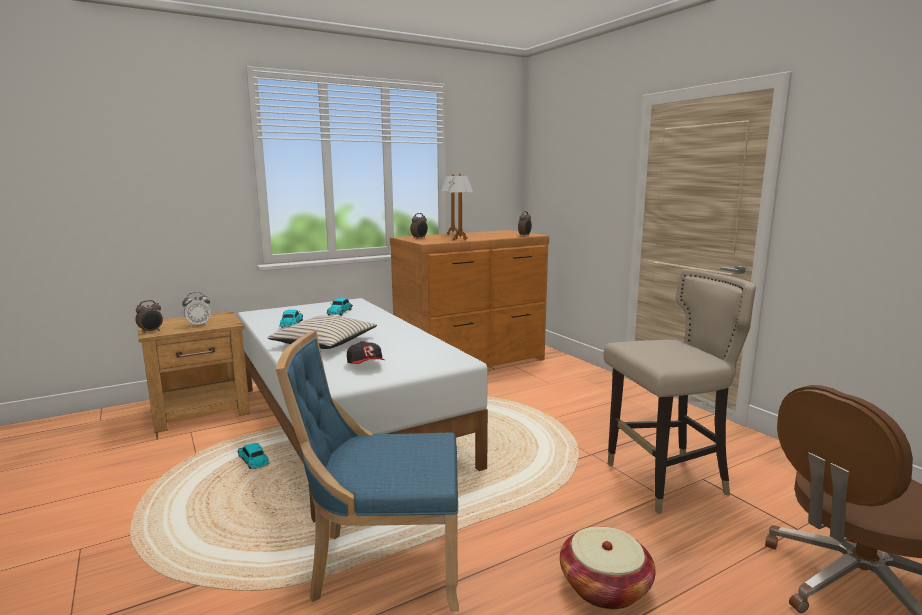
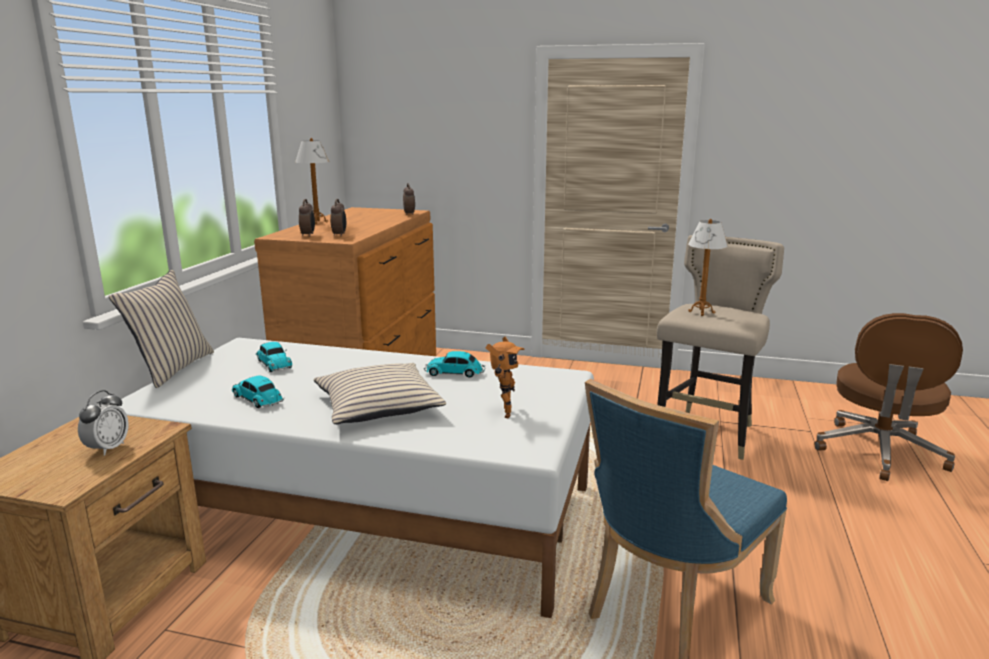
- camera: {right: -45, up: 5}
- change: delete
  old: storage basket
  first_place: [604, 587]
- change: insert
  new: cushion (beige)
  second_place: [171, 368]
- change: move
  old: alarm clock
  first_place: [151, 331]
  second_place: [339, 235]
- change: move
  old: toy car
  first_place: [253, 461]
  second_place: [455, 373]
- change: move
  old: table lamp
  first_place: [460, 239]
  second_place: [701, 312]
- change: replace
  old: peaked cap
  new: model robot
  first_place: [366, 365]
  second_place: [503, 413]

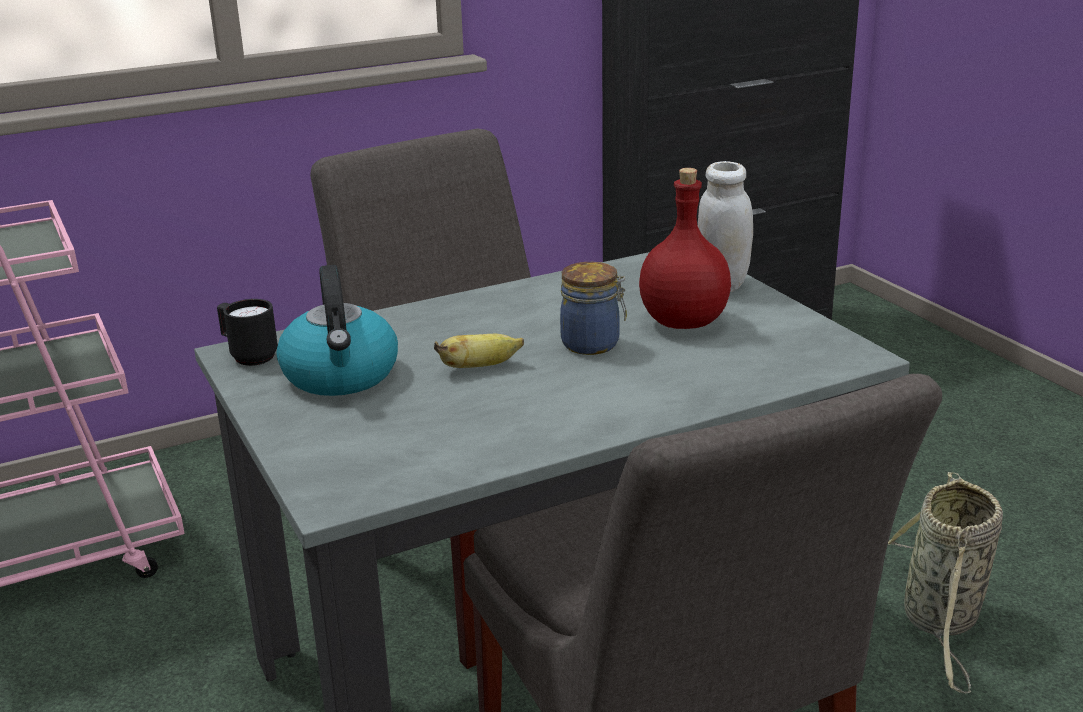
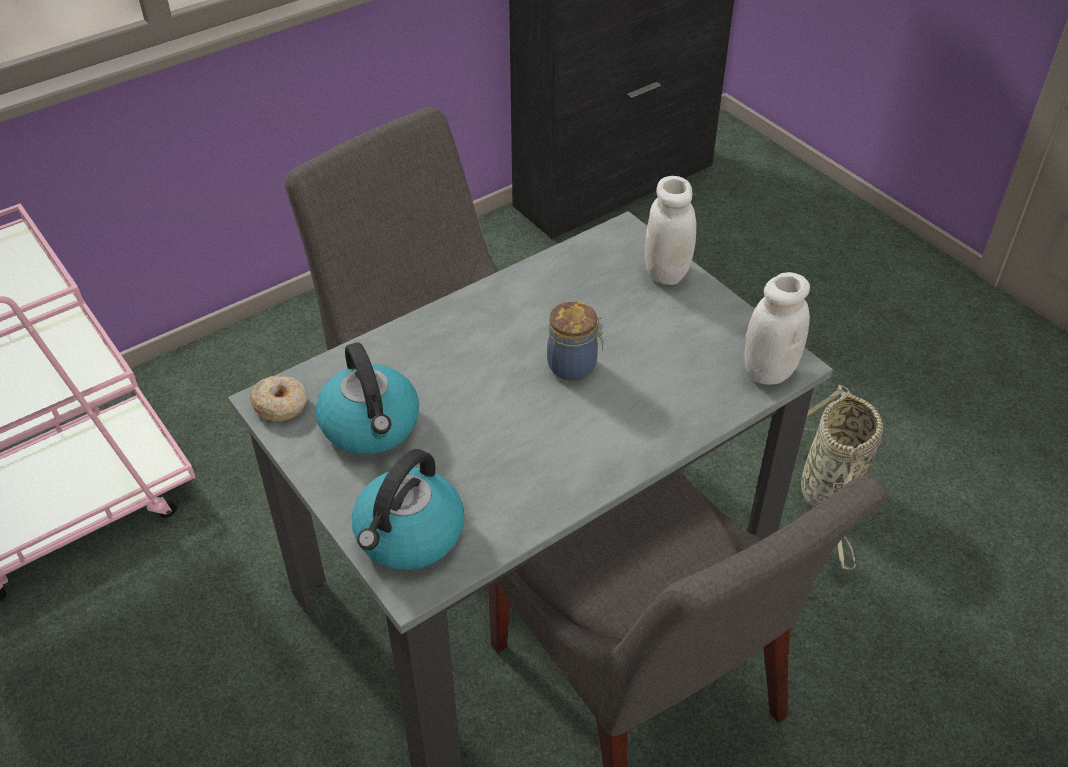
- camera: {right: -10, up: 20}
- change: delete
  old: banana fruit
  first_place: [480, 367]
- change: delete
  old: beverage bottle (reddish)
  first_place: [683, 323]
- change: insert
  new: kettle
  second_place: [409, 535]
- change: insert
  new: preserve jar (white)
  second_place: [769, 371]
- change: replace
  old: mug (black)
  new: ring doughnut
  first_place: [249, 356]
  second_place: [281, 405]

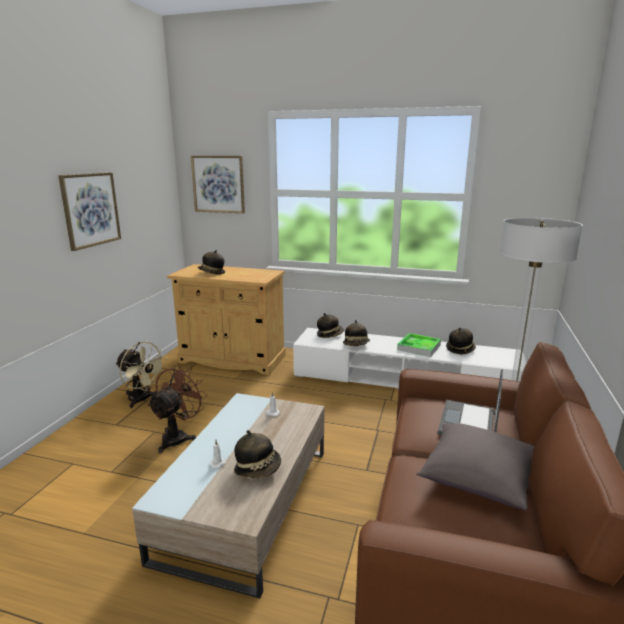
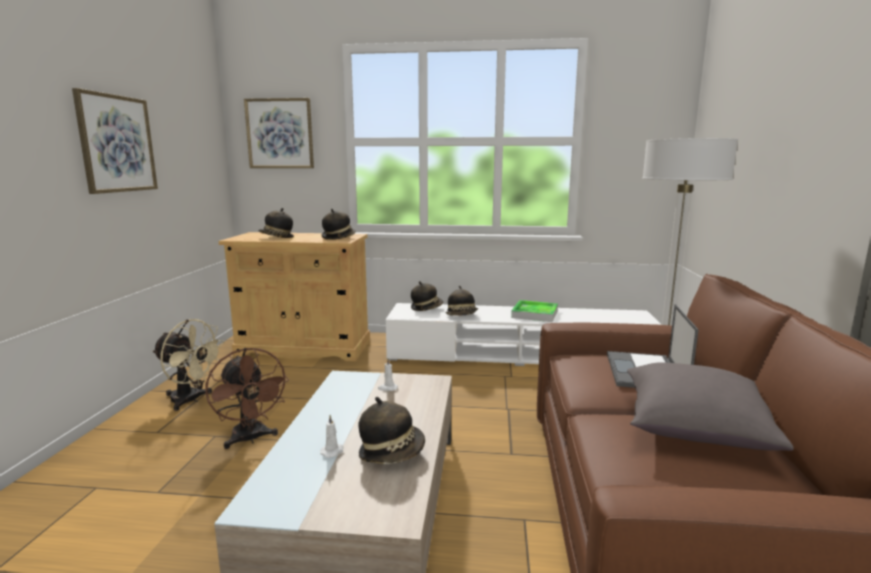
- camera: {right: -10, up: -5}
- change: move
  old: hat
  first_place: [460, 349]
  second_place: [338, 237]
- change: rotate
  old: cooling fan (brown-coloured)
  first_place: [178, 437]
  second_place: [250, 439]
  degrees: 135

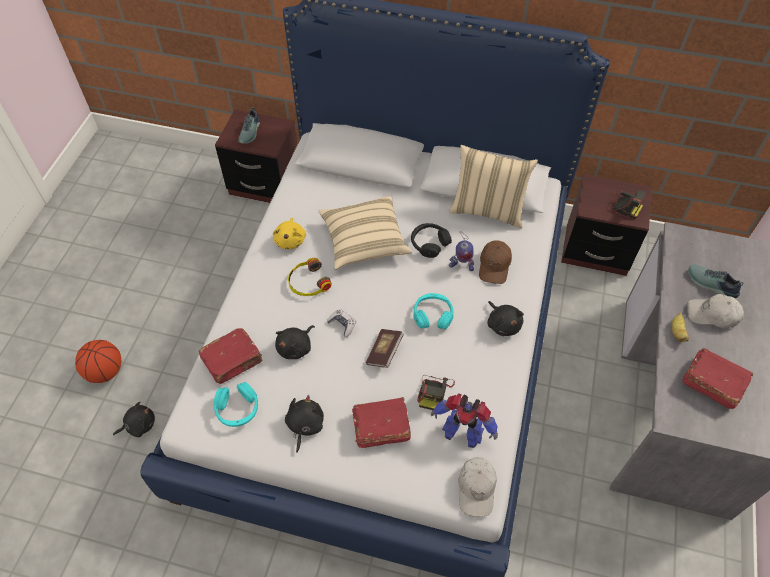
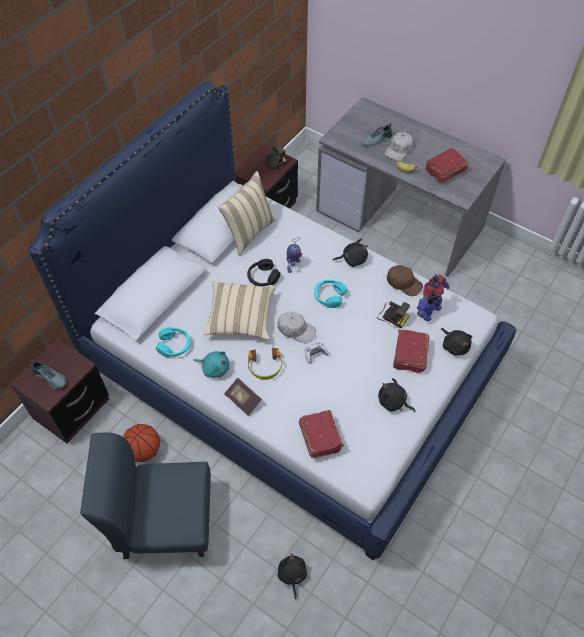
- camera: {right: -70, up: 0}
- change: insert
  new: plain chair (blue)
  second_place: [164, 521]
- change: move
  old: basketball
  first_place: [105, 371]
  second_place: [144, 451]
- change: move
  old: headphones (turquoise-coloured)
  first_place: [237, 409]
  second_place: [174, 345]
- change: move
  old: plush toy (black)
  first_place: [296, 347]
  second_place: [454, 346]
- change: move
  old: volume
  first_place: [384, 352]
  second_place: [243, 400]
- change: move
  old: peaked cap (white)
  first_place: [476, 488]
  second_place: [296, 330]
- change: move
  old: peaked cap (brown-coloured)
  first_place: [494, 266]
  second_place: [403, 283]
- change: recolor
  old: plush toy (yellow-coloured)
  new: plush toy (turquoise-coloured)
  first_place: [290, 240]
  second_place: [214, 368]

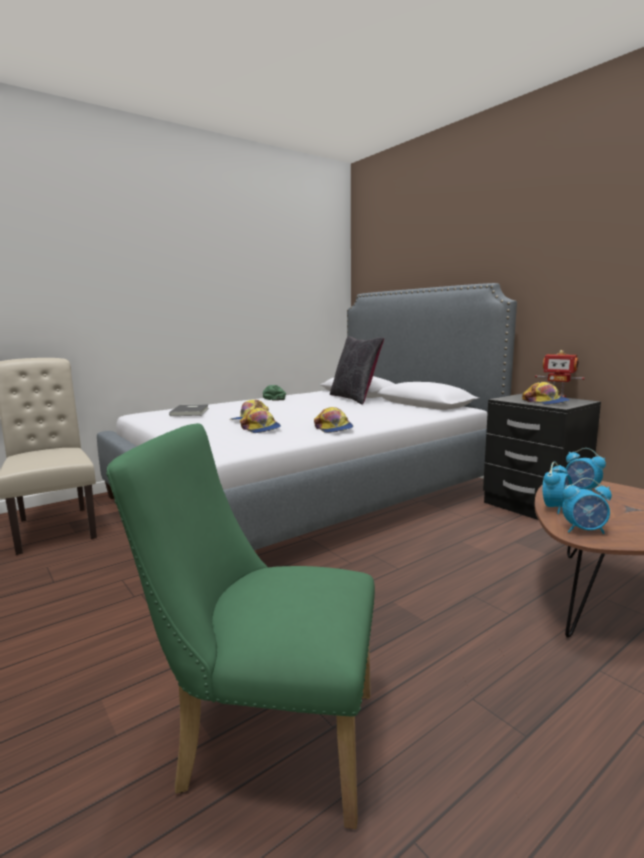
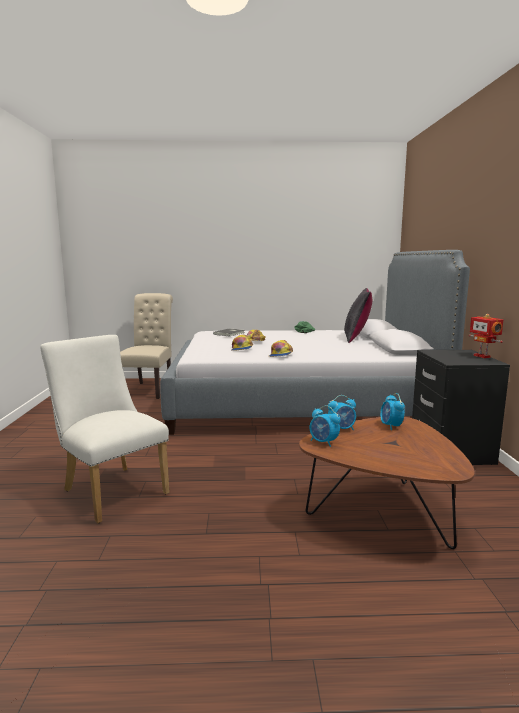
- camera: {right: 35, up: 0}
- change: delete
  old: peaked cap
  first_place: [545, 402]
- change: recolor
  old: plain chair (green)
  new: plain chair (white)
  first_place: [265, 739]
  second_place: [111, 490]

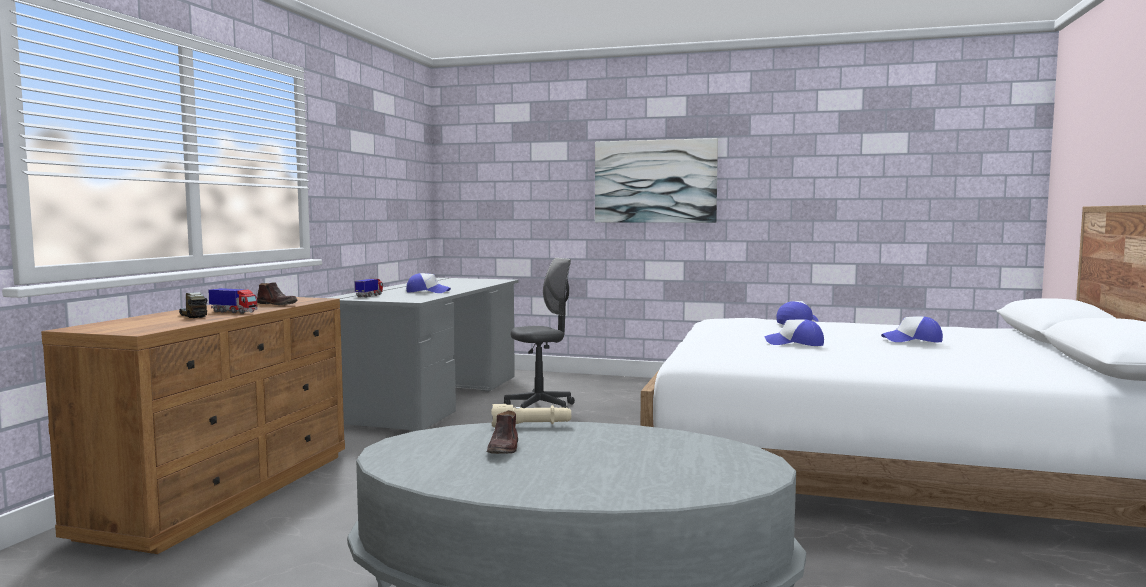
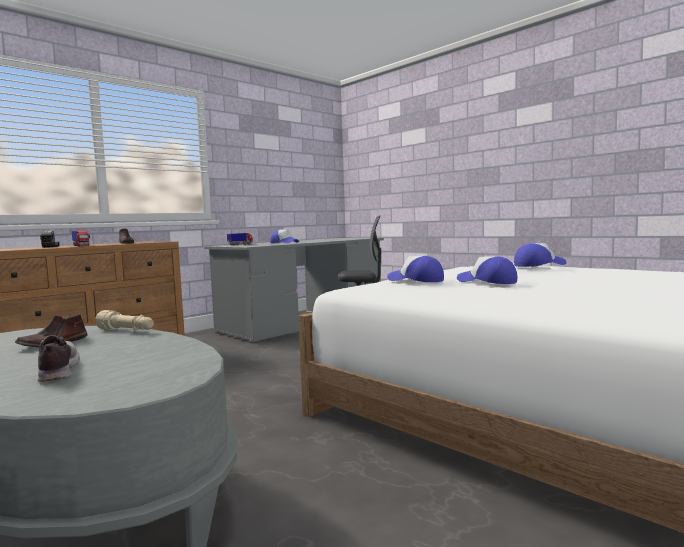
- camera: {right: 30, up: 0}
- change: delete
  old: picture
  first_place: [655, 181]
- change: insert
  new: shoe
  second_place: [57, 371]
- change: move
  old: peaked cap
  first_place: [912, 340]
  second_place: [415, 280]

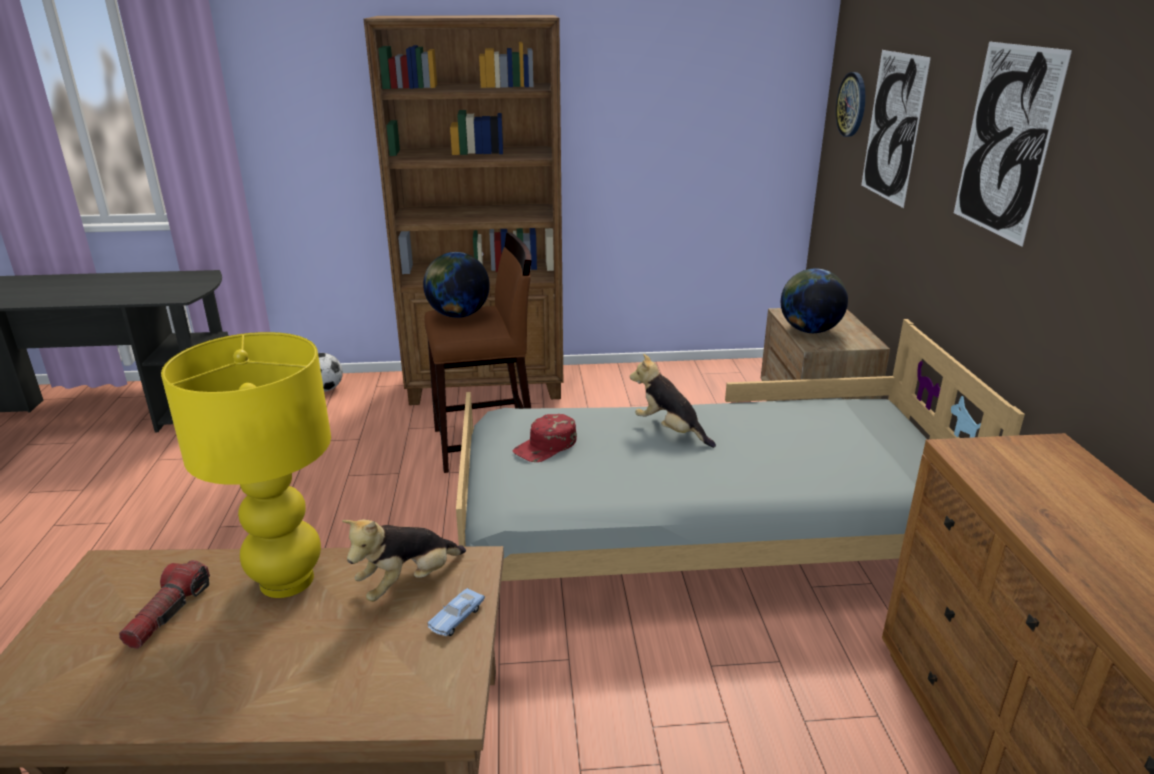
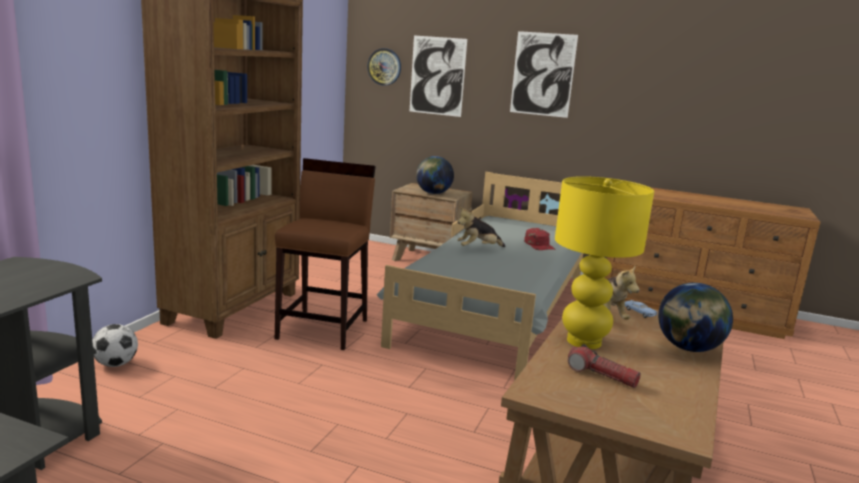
- camera: {right: -65, up: -10}
- change: move
  old: globe
  first_place: [458, 315]
  second_place: [688, 348]
- change: move
  old: peaked cap (reddish)
  first_place: [546, 446]
  second_place: [539, 245]

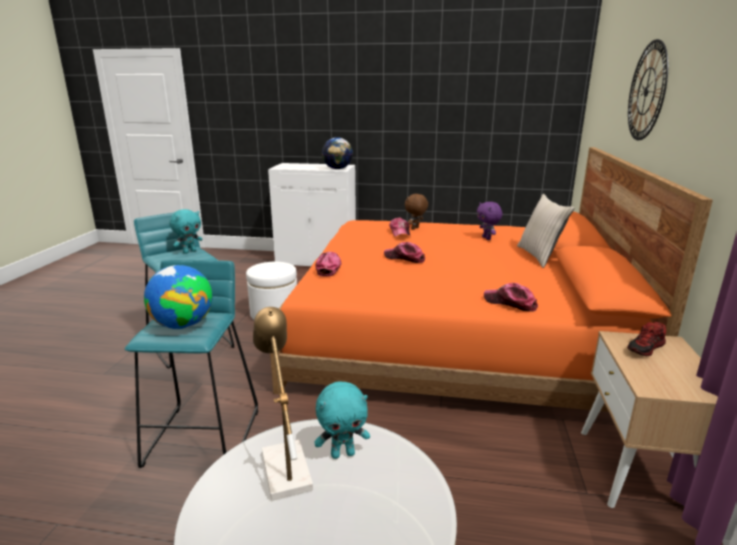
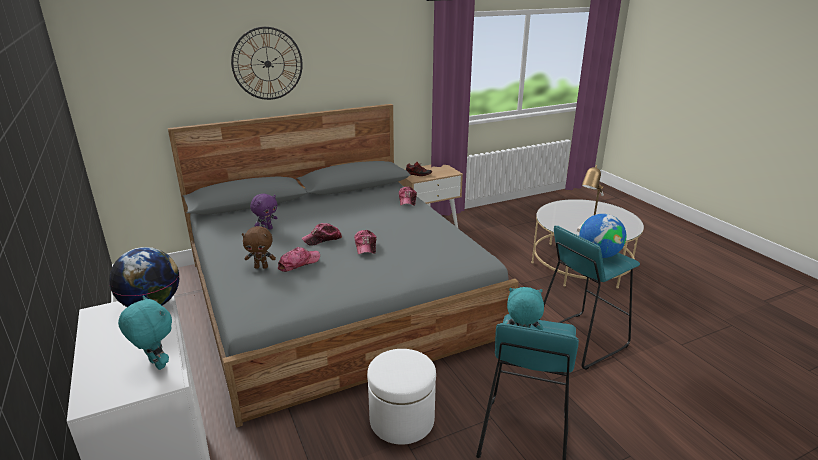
- camera: {right: -125, up: 5}
- change: delete
  old: cushion (beige)
  first_place: [539, 256]
- change: move
  old: plush toy (turquoise-coloured)
  first_place: [343, 453]
  second_place: [155, 364]
- change: move
  old: peaked cap
  first_place: [329, 268]
  second_place: [322, 239]
- change: recolor
  old: bed (orange-coloured)
  new: bed (grey)
  first_place: [453, 332]
  second_place: [336, 297]

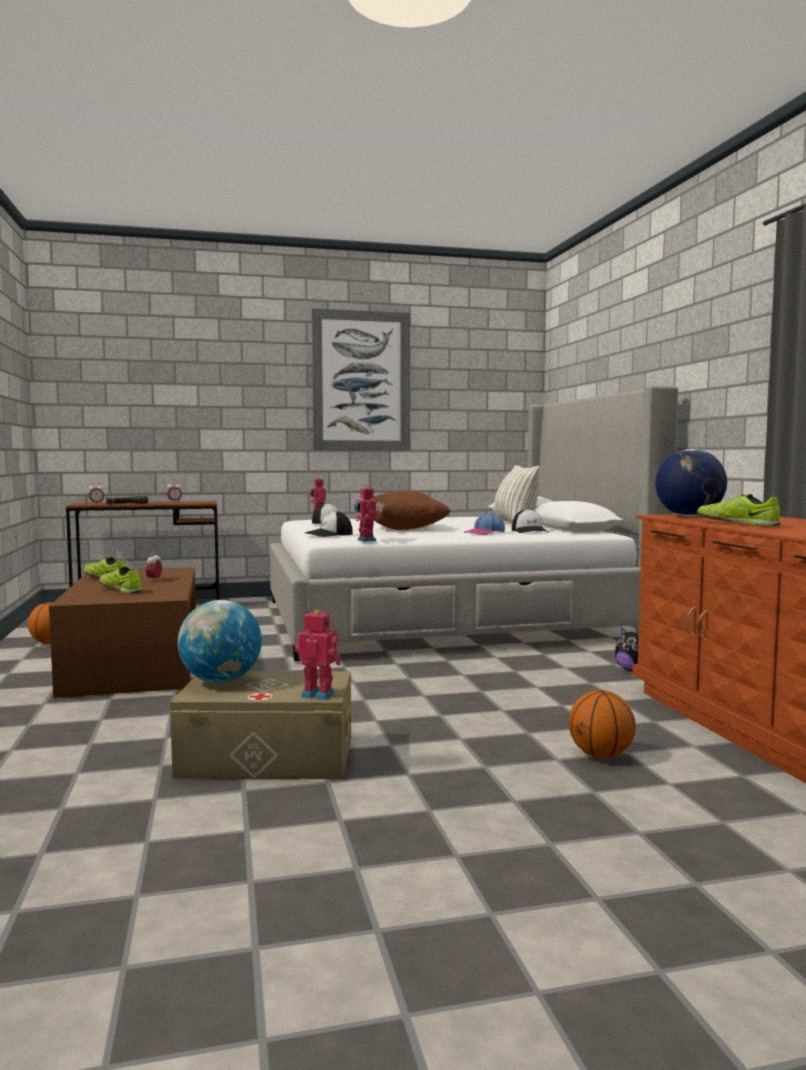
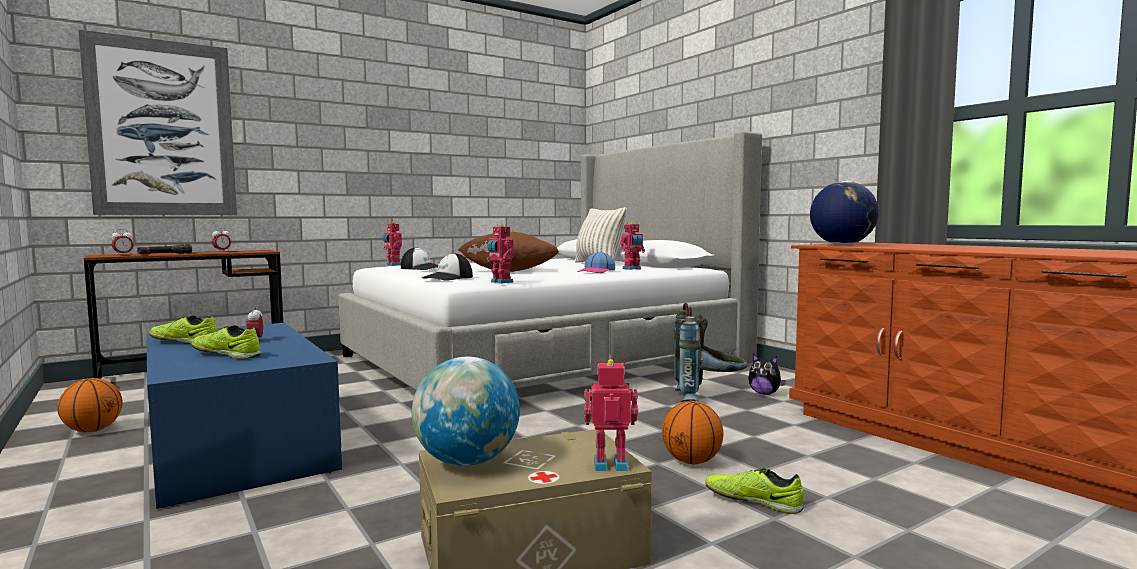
- camera: {right: -20, up: 0}
- change: insert
  new: backpack (grey)
  second_place: [707, 397]
- change: move
  old: picture
  first_place: [361, 381]
  second_place: [162, 128]
- change: move
  old: basketball
  first_place: [601, 755]
  second_place: [692, 461]
- change: move
  old: shoe
  first_place: [737, 524]
  second_place: [753, 501]
- change: replace
  old: peaked cap
  new: model robot
  first_place: [530, 531]
  second_place: [632, 269]
- change: recolor
  old: low table (brown-coloured)
  new: low table (blue)
  first_place: [135, 662]
  second_place: [237, 444]

